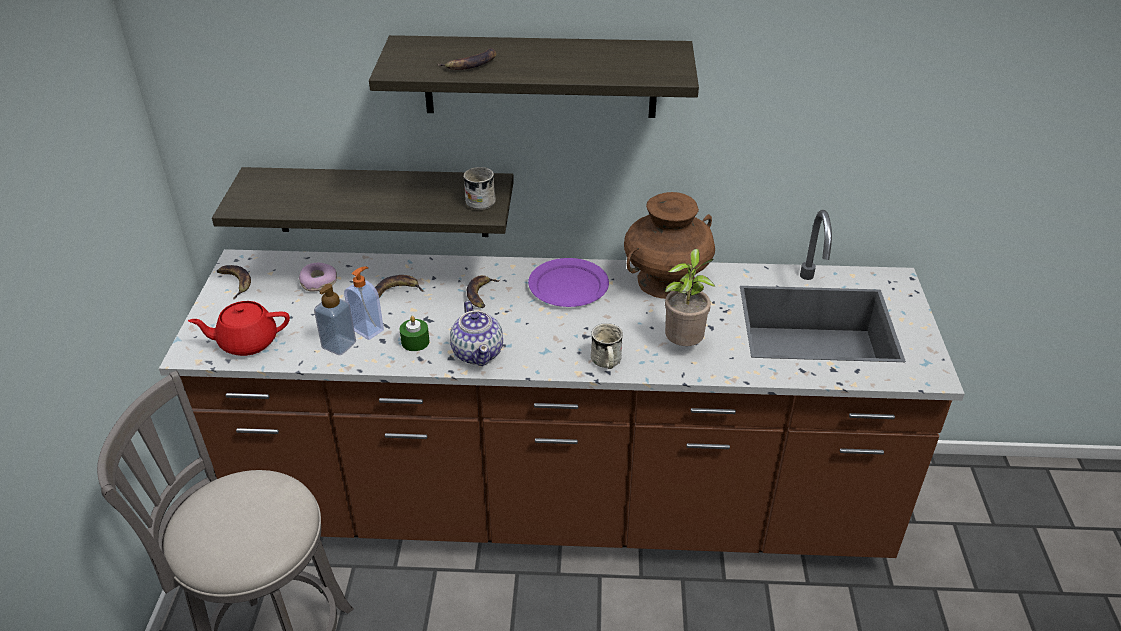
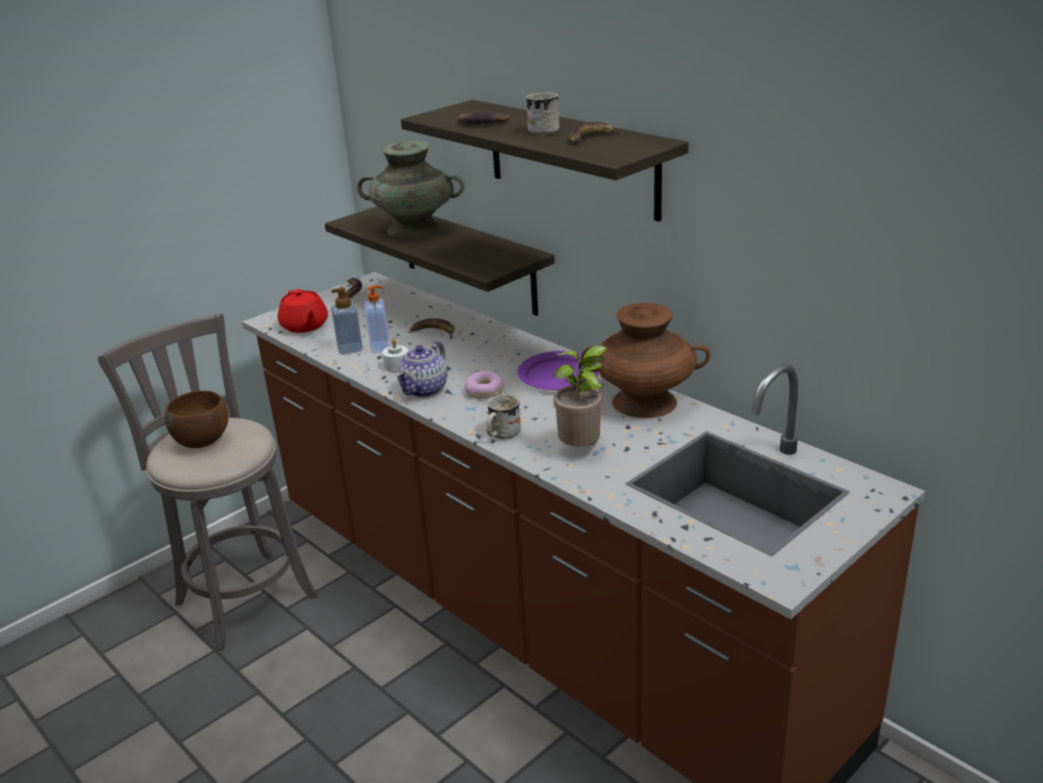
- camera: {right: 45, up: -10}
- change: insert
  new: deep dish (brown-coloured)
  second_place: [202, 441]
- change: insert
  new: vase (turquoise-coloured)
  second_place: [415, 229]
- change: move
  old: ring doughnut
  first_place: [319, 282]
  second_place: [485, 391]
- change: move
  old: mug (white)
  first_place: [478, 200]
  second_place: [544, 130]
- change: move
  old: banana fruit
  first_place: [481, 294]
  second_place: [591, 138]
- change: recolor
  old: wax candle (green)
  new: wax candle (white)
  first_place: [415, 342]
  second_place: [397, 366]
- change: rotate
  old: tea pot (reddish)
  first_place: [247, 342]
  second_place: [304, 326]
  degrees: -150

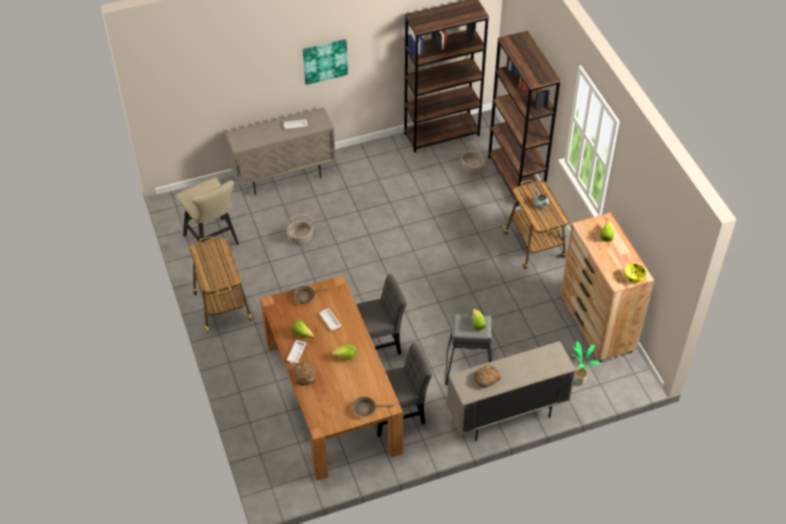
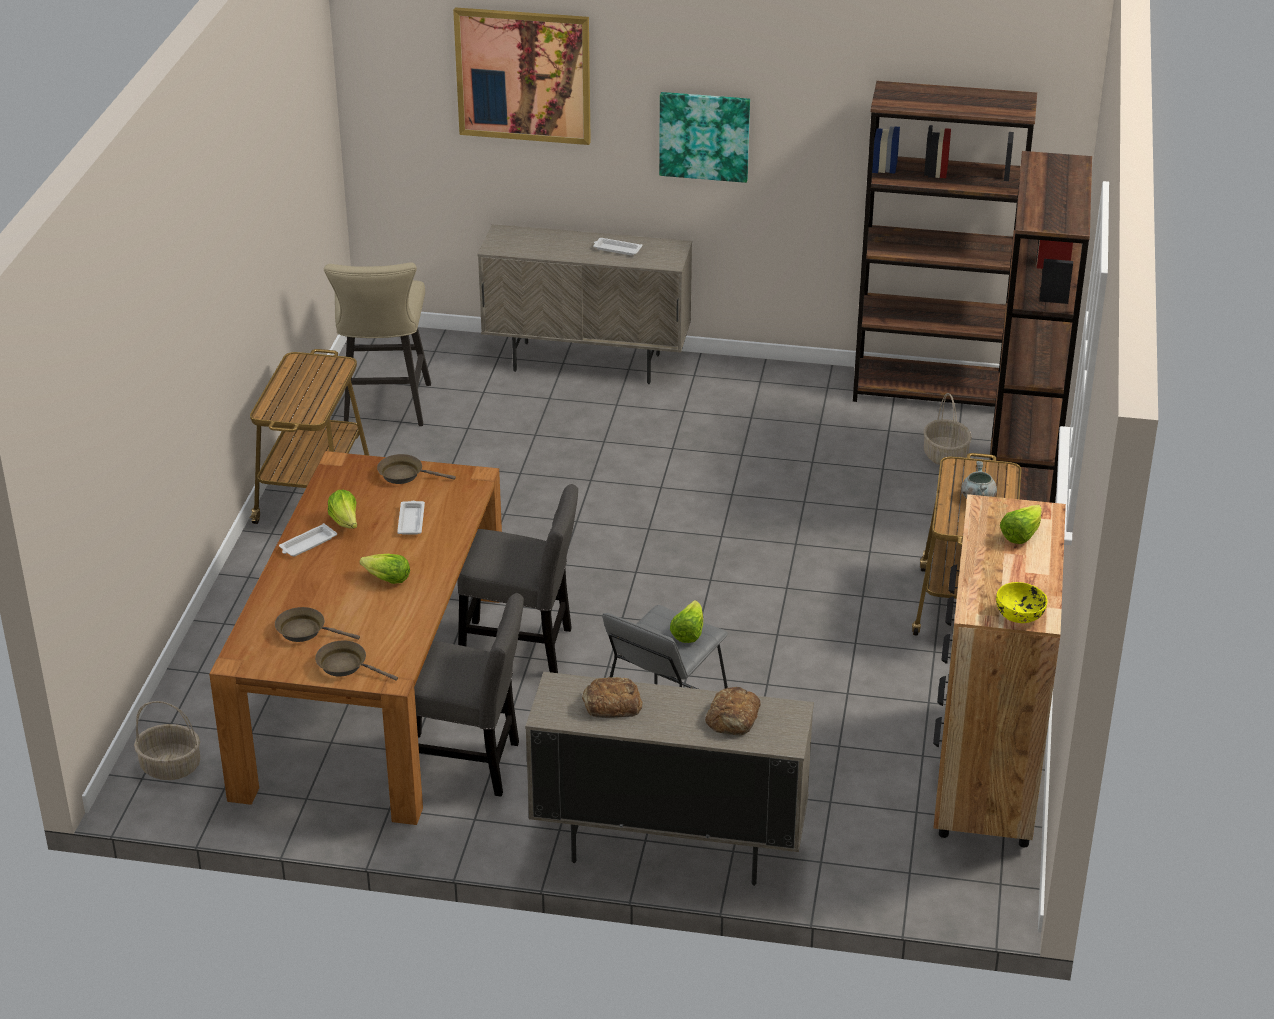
- camera: {right: 30, up: -15}
- change: delete
  old: houseplant
  first_place: [579, 379]
- change: insert
  new: pan (brown-coloured)
  second_place: [305, 631]
- change: insert
  new: picture
  second_place: [523, 75]
- change: move
  old: storage basket
  first_place: [300, 238]
  second_place: [170, 767]
- change: move
  old: bakery bread
  first_place: [305, 375]
  second_place: [733, 718]

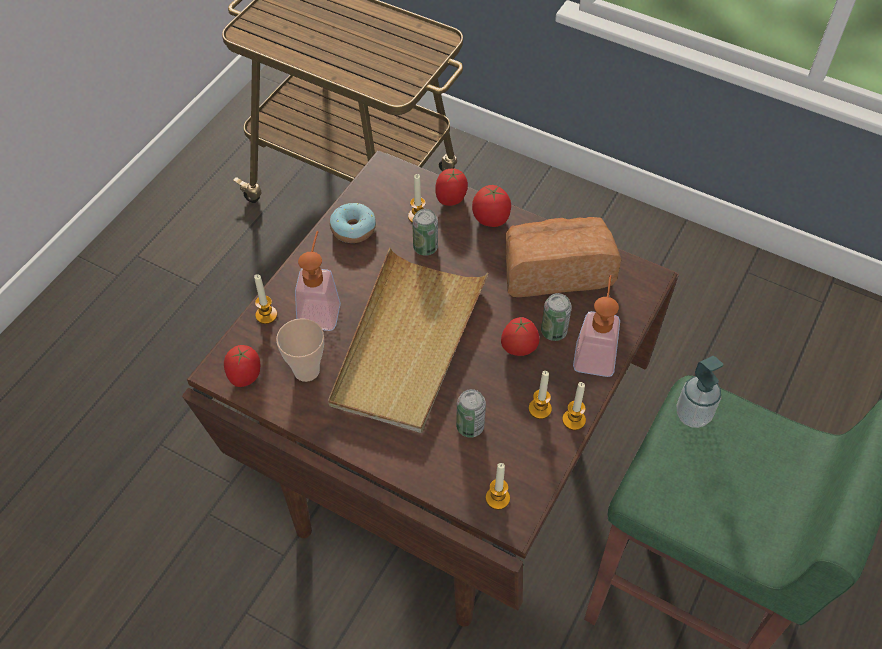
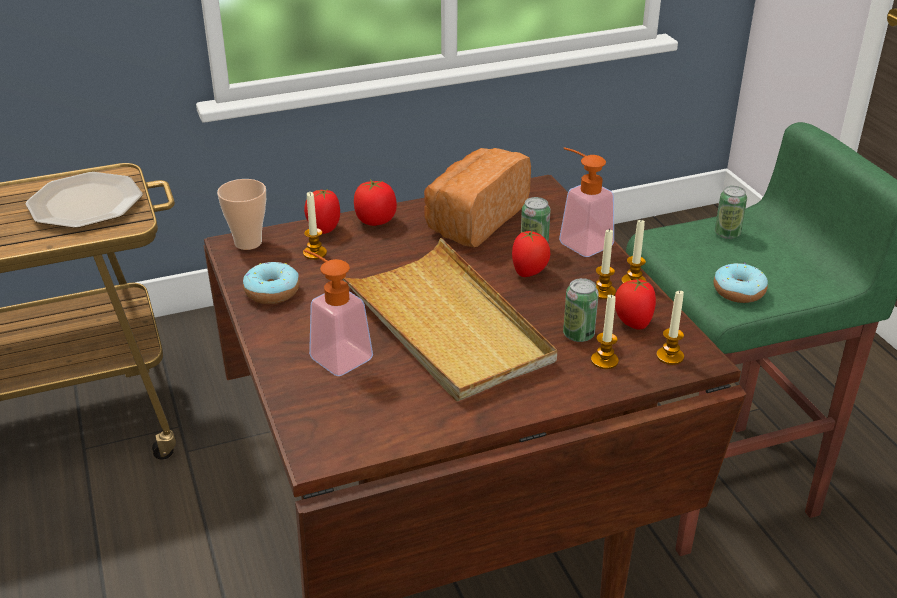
- camera: {right: -50, up: -20}
- change: delete
  old: liquid soap bottle
  first_place: [693, 414]
- change: insert
  new: dinner plate
  second_place: [86, 203]
- change: insert
  new: ring doughnut
  second_place: [738, 291]
- change: move
  old: whole tomato
  first_place: [246, 376]
  second_place: [632, 323]
- change: move
  old: wax candle
  first_place: [266, 315]
  second_place: [604, 360]
- change: move
  old: small cup
  first_place: [306, 370]
  second_place: [248, 243]
- change: move
  old: can
  first_place: [425, 247]
  second_place: [727, 233]

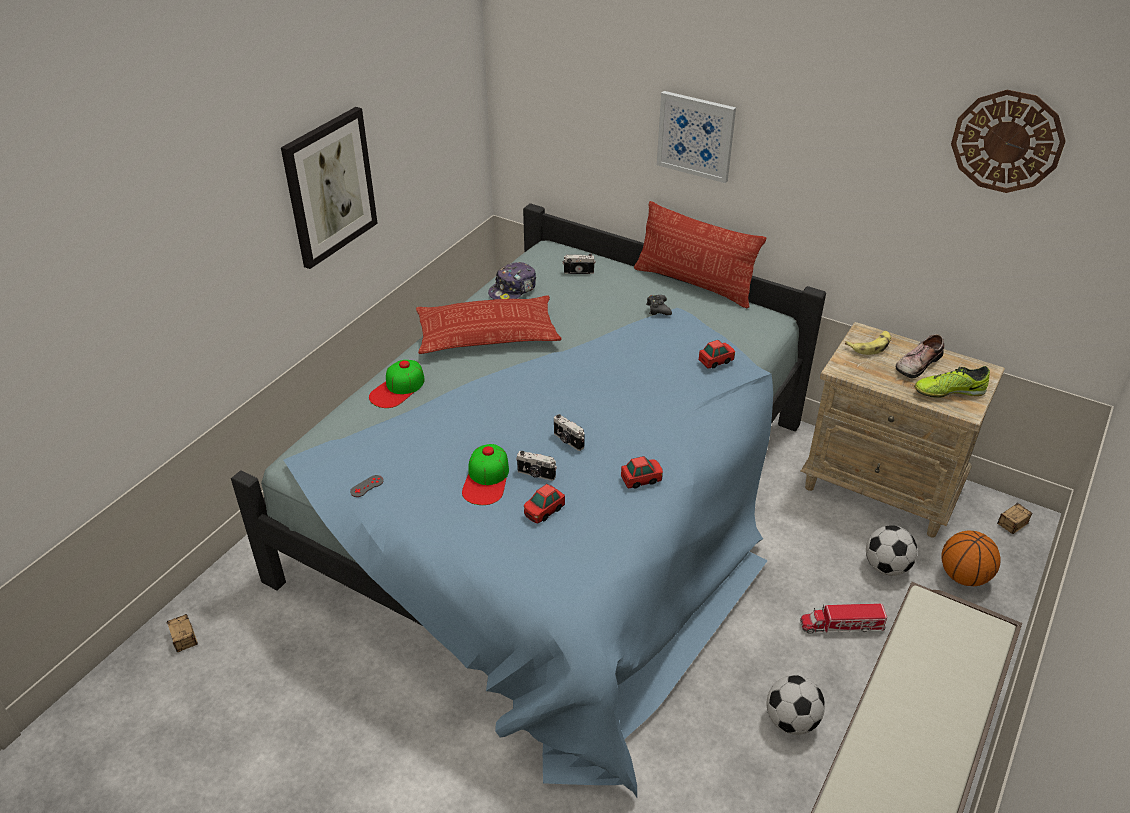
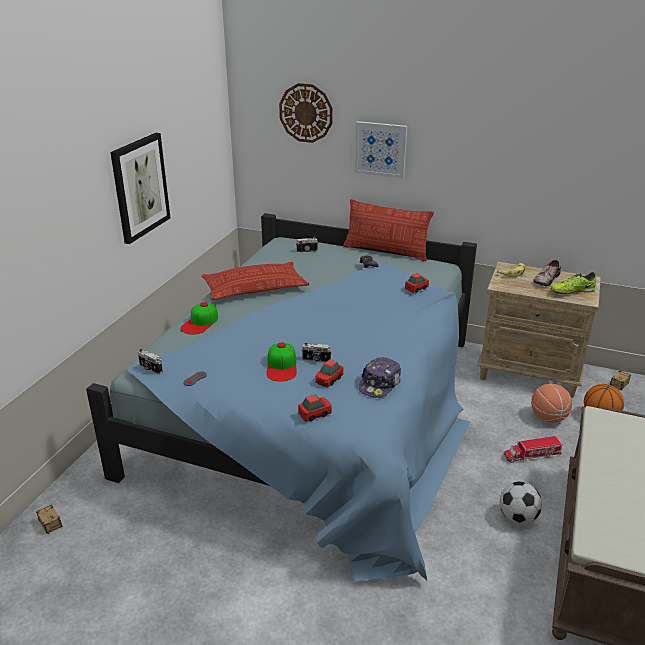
- camera: {right: -10, up: -10}
- change: move
  old: peaked cap
  first_place: [513, 290]
  second_place: [380, 384]
- change: move
  old: photo camera
  first_place: [568, 441]
  second_place: [150, 369]
- change: move
  old: toy car
  first_place: [642, 479]
  second_place: [315, 414]
- change: move
  old: hanging clock
  first_place: [1007, 141]
  second_place: [306, 113]
- change: replace
  old: ball for football
  new: basketball
  first_place: [886, 567]
  second_place: [548, 418]

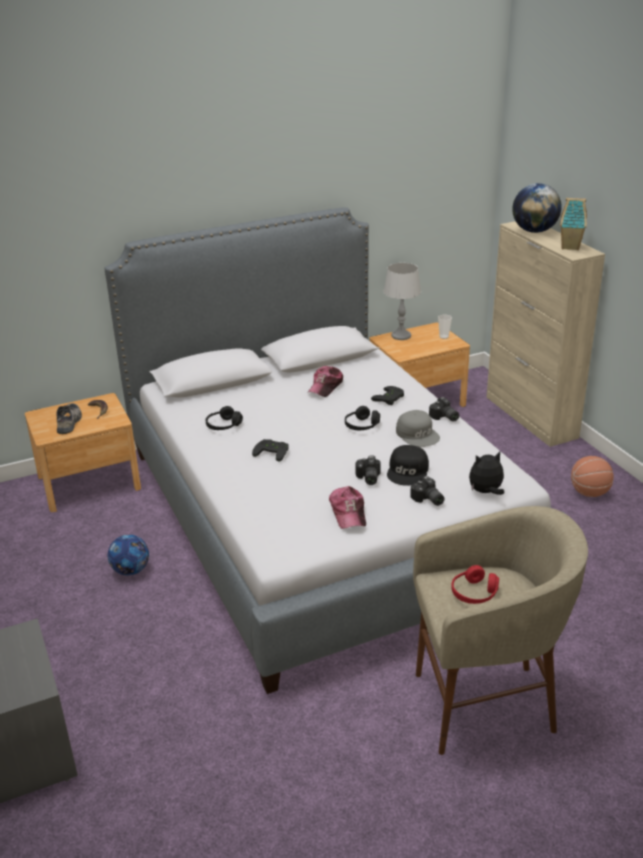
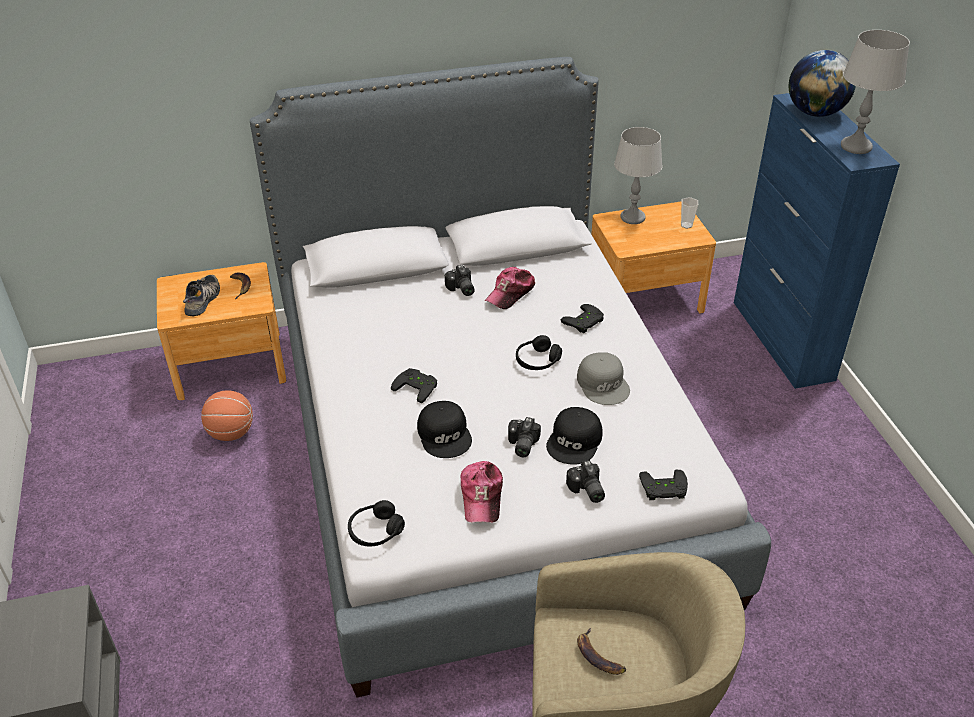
- camera: {right: 10, up: 10}
- change: delete
  old: ball for football
  first_place: [131, 570]
- change: insert
  new: peaked cap (black)
  second_place: [445, 434]
- change: move
  old: headphones (black)
  first_place: [223, 425]
  second_place: [375, 531]
- change: move
  old: photo camera
  first_place: [444, 417]
  second_place: [460, 289]
- change: move
  old: basketball
  first_place: [589, 492]
  second_place: [231, 433]
- change: replace
  old: headphones (reddish)
  new: banana fruit
  first_place: [474, 593]
  second_place: [597, 656]
- change: replace
  old: plush toy
  new: game controller (black)
  first_place: [486, 492]
  second_place: [663, 489]
- change: replace
  old: model house
  new: table lamp (grey)
  first_place: [571, 247]
  second_place: [856, 147]
- change: recolor
  old: cabinet (beige)
  new: cabinet (blue)
  first_place: [531, 417]
  second_place: [782, 340]

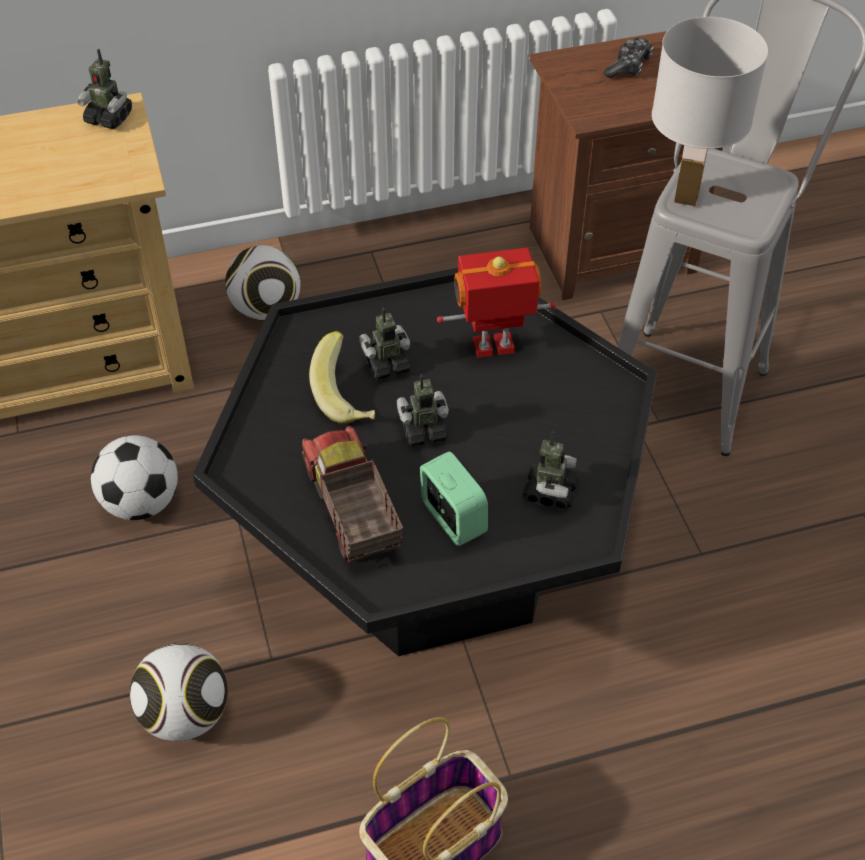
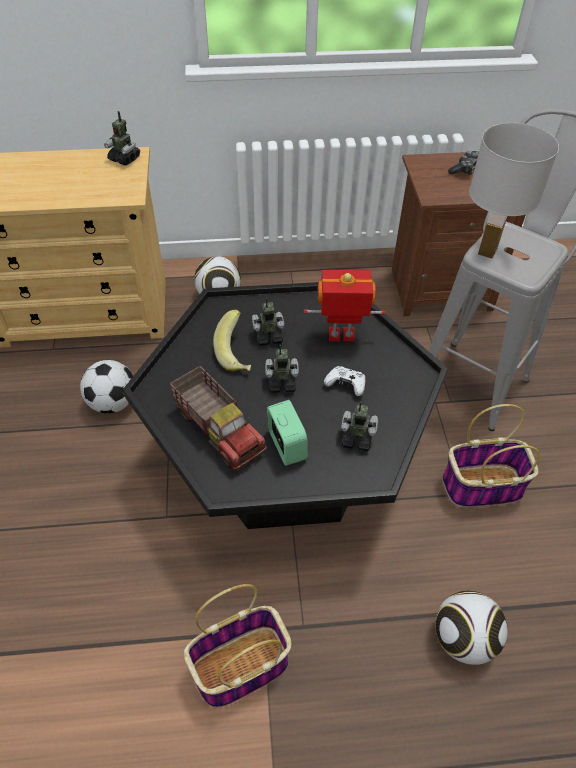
- camera: {right: 10, up: 0}
- change: insert
  new: game controller (white)
  second_place: [346, 385]
- change: insert
  new: storage basket
  second_place: [481, 487]
- change: move
  old: ball for football
  first_place: [186, 714]
  second_place: [464, 639]
- change: rotate
  old: toy truck
  first_place: [351, 511]
  second_place: [219, 430]
  degrees: 150
- change: rotate
  old: model robot
  first_place: [550, 492]
  second_place: [357, 438]
  degrees: -105

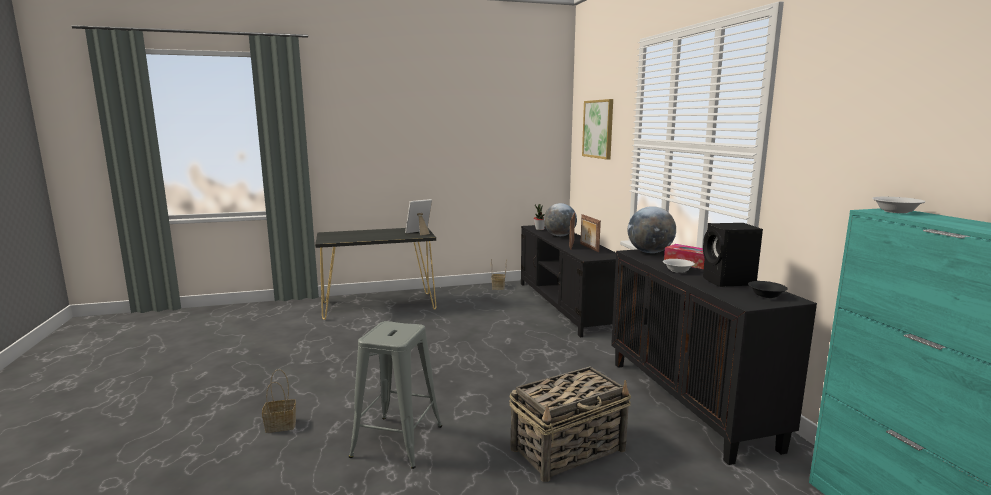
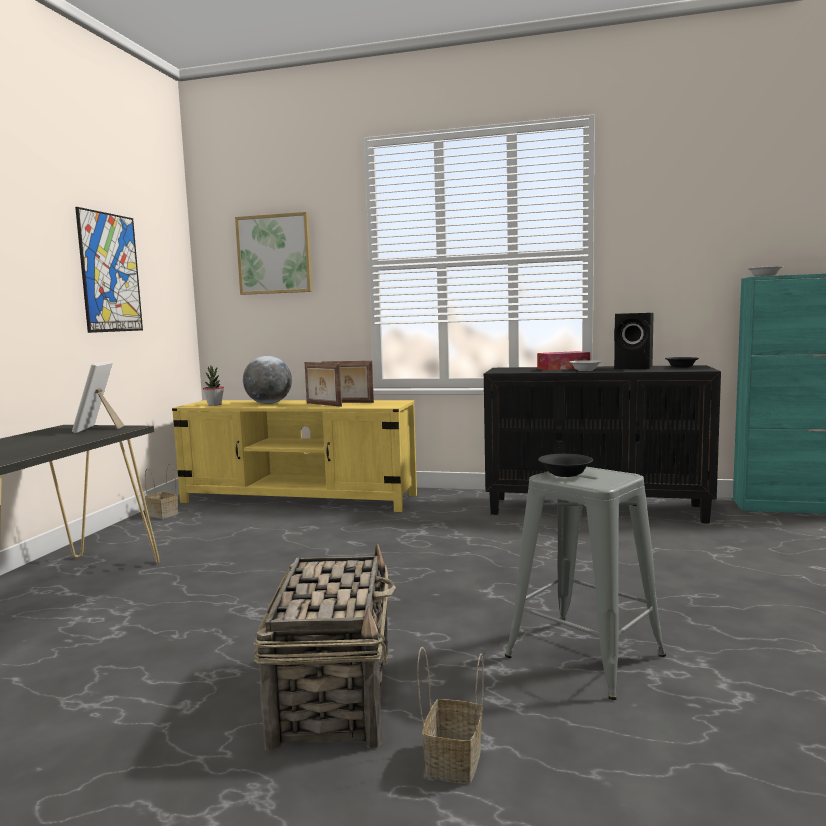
- camera: {right: -60, up: -5}
- change: delete
  old: globe
  first_place: [650, 252]
- change: insert
  new: picture
  second_place: [110, 273]
- change: insert
  new: deep dish (black)
  second_place: [566, 474]
- change: move
  old: storage basket
  first_place: [569, 449]
  second_place: [334, 694]
- change: recolor
  old: tv stand (black)
  new: tv stand (yellow-coloured)
  first_place: [565, 305]
  second_place: [299, 499]

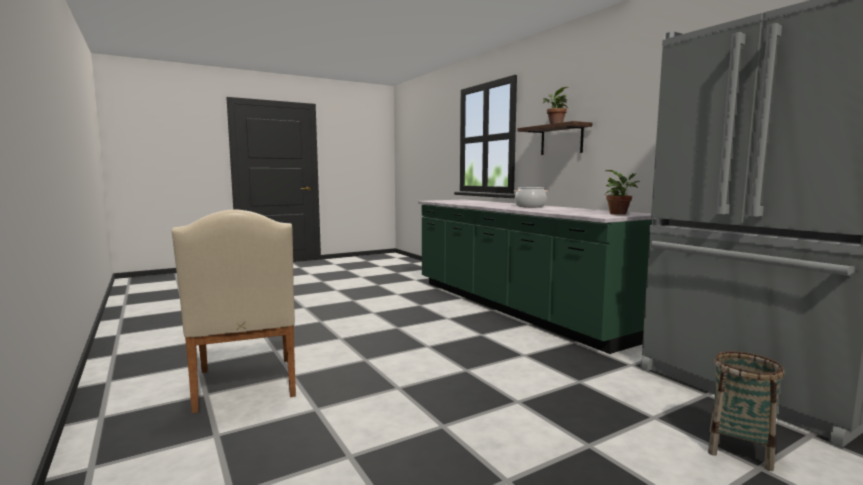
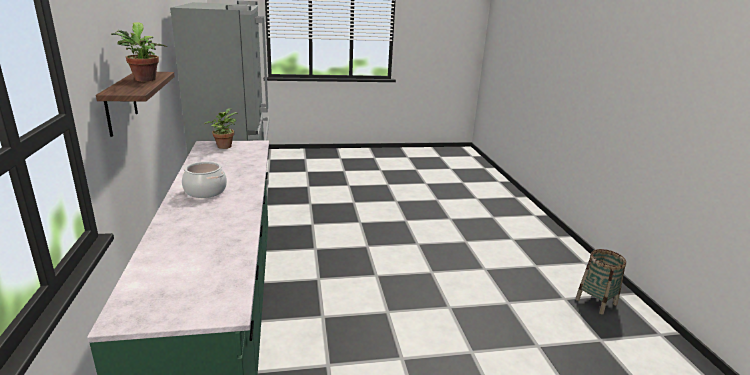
- camera: {right: -160, up: 15}
- change: delete
  old: plain chair (beige)
  first_place: [245, 386]
- change: move
  old: storage basket
  first_place: [739, 449]
  second_place: [596, 302]

